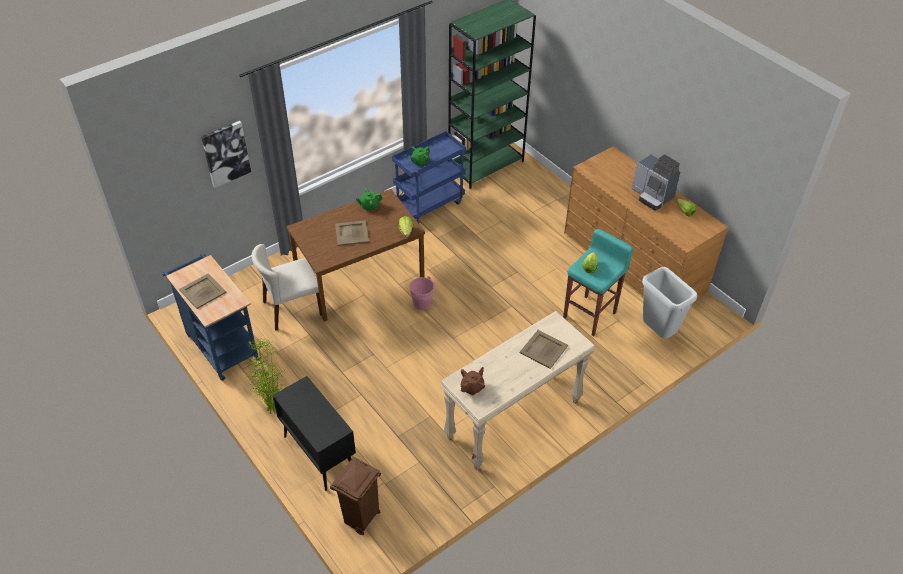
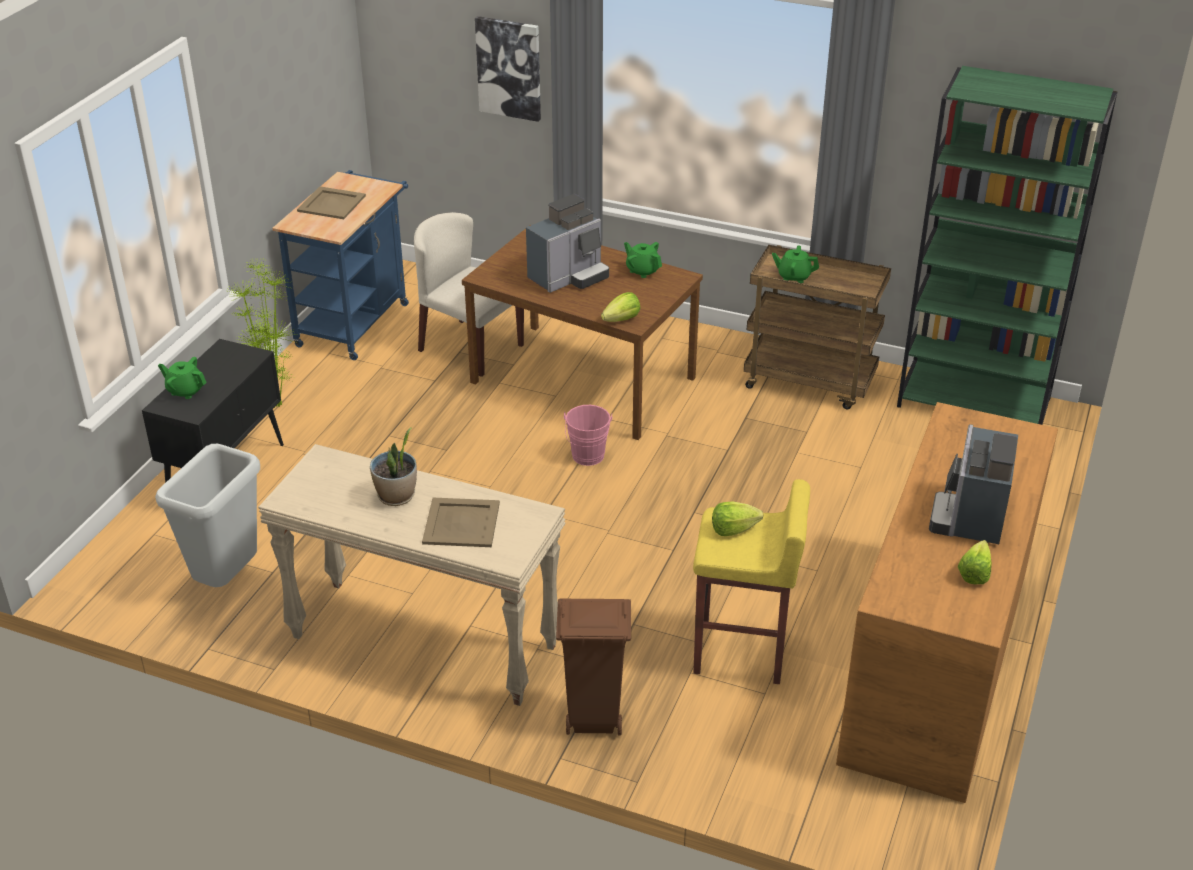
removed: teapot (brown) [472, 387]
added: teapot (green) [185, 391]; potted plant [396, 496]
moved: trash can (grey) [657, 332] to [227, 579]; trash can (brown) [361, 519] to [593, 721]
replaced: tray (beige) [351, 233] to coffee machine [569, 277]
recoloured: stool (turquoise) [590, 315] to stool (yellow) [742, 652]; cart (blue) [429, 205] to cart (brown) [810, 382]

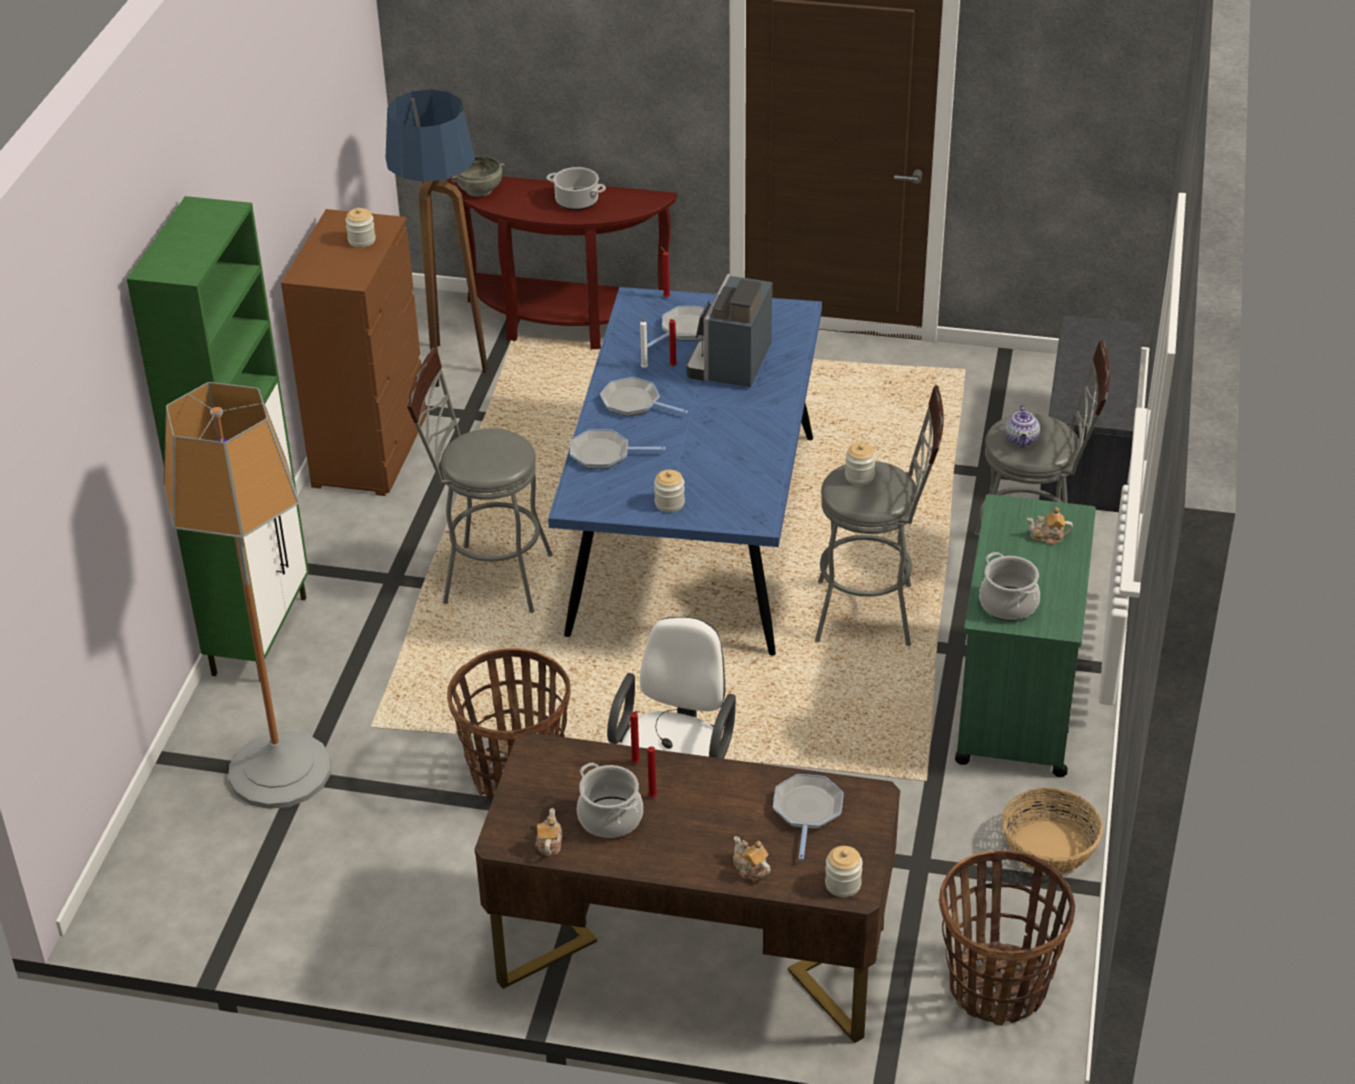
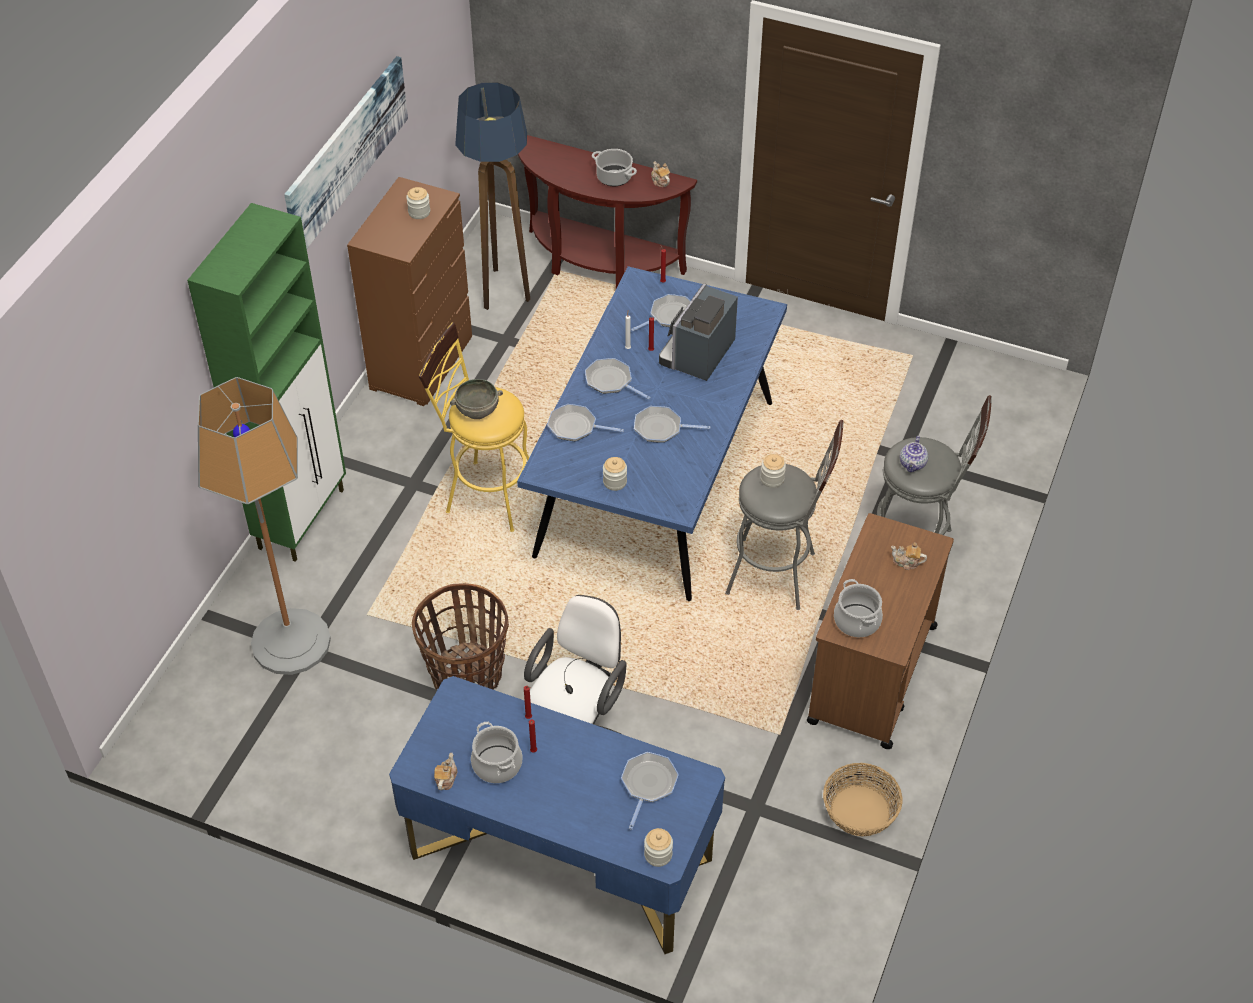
removed: basket [998, 986]; bench (grey) [1088, 454]
added: picture [347, 153]; frying pan [661, 428]
moved: bowl (grey) [479, 190] to [477, 411]; teapot [750, 868] to [660, 181]
recoloured: desk (brown) [691, 955] to desk (blue) [561, 856]; stool (grey) [487, 578] to stool (yellow) [485, 494]; cart (green) [1018, 701] to cart (brown) [871, 675]

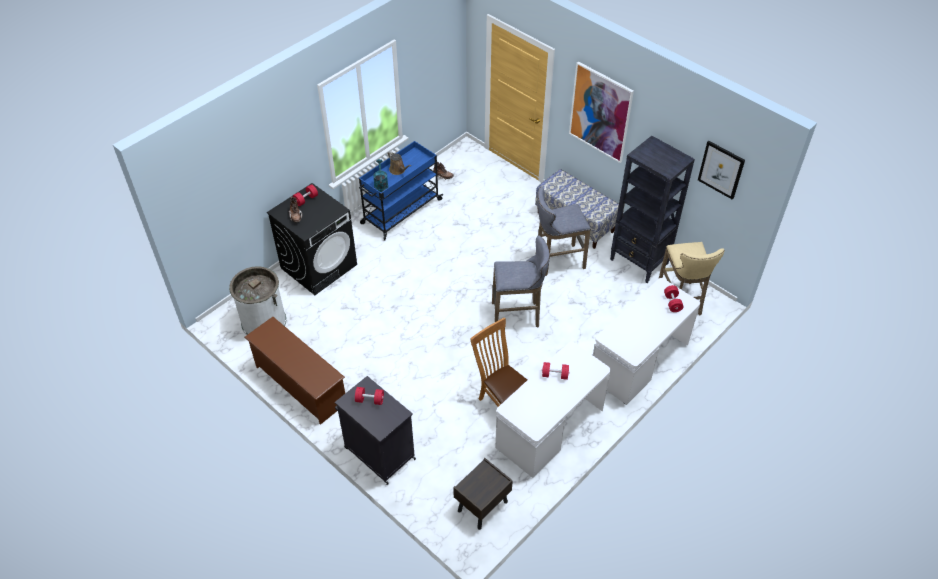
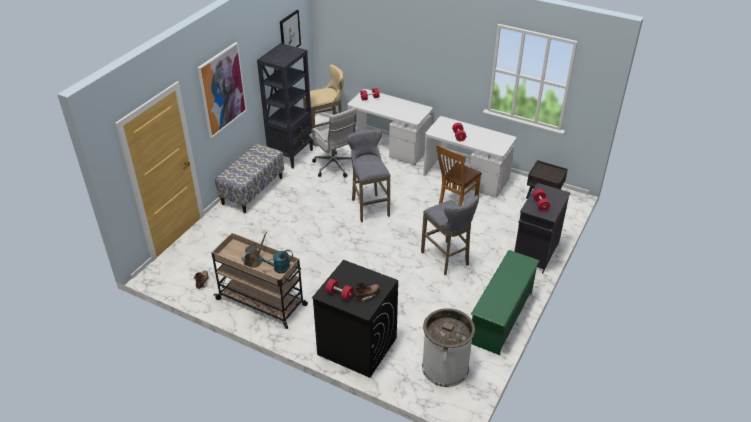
added: office chair (white) [335, 167]
moved: stool (grey) [557, 261] to [447, 259]
recoloured: cart (blue) [400, 212] to cart (beige) [262, 302]; shoe rack (brown) [300, 385] to shoe rack (green) [501, 317]

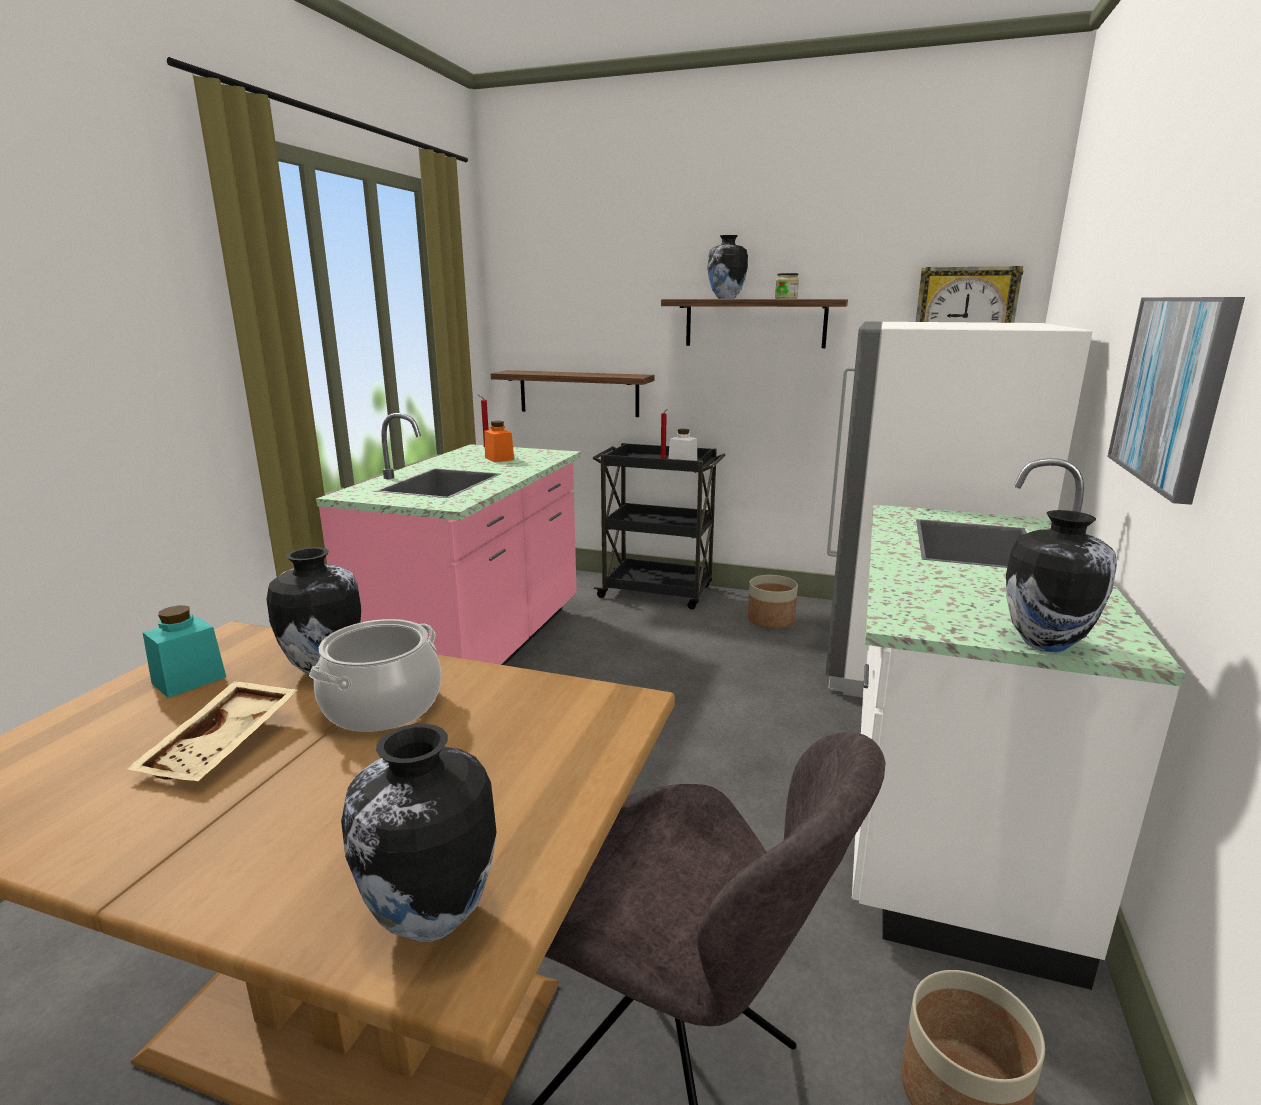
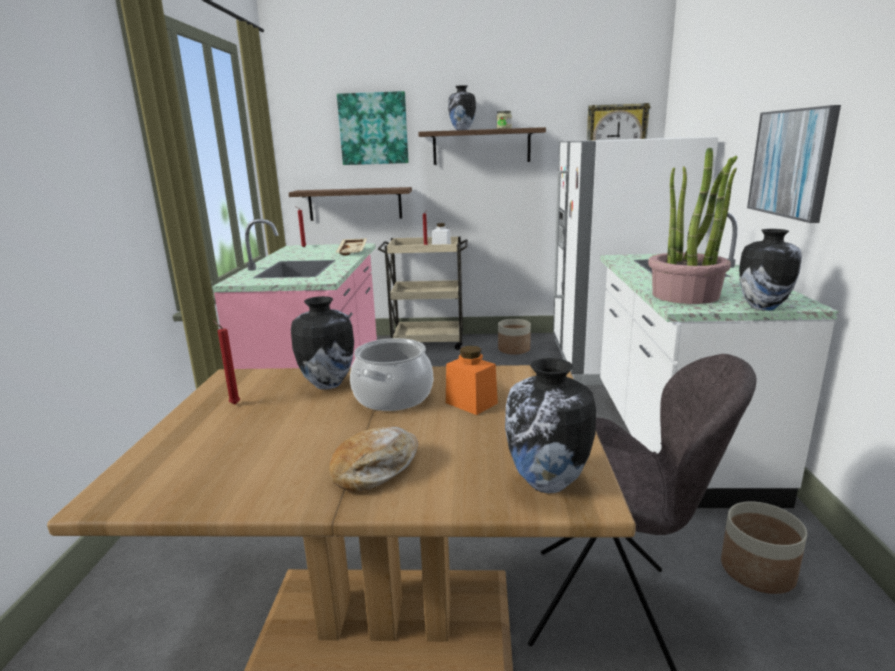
added: bread [375, 469]; picture [373, 129]; potted plant [685, 295]
moved: tray (beige) [224, 745] to [353, 251]; jar (orange) [499, 458] to [471, 403]
replaced: jar (turquoise) [189, 680] to candle (red) [233, 404]
recoloured: cart (black) [658, 592] to cart (beige) [428, 342]

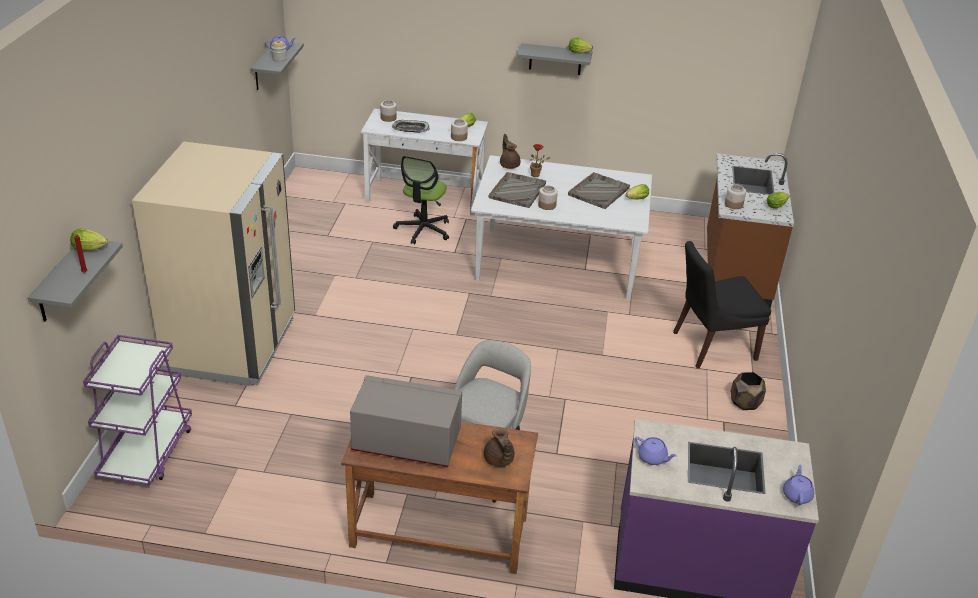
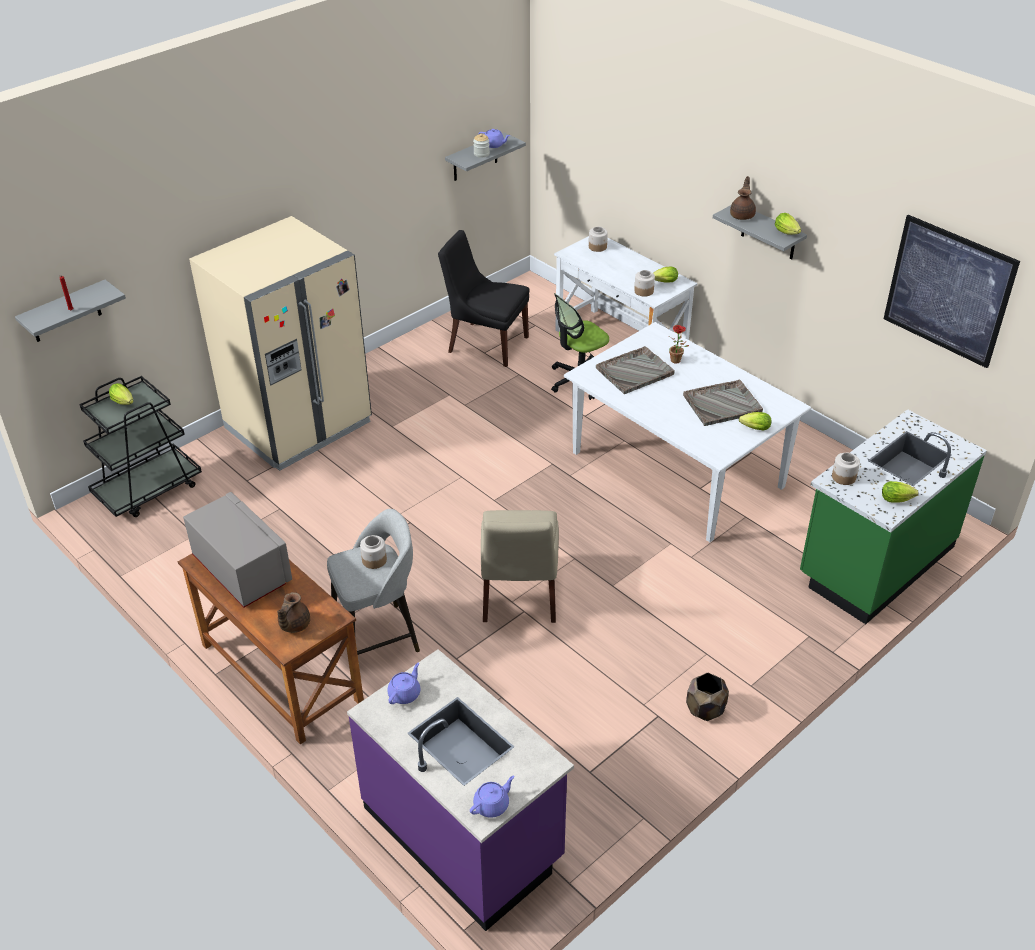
removed: tray [410, 129]
added: chair (beige) [519, 596]; picture [948, 291]
moved: lettuce [91, 249] to [124, 403]; jar [547, 205] to [374, 560]; chair (black) [711, 346] to [485, 344]; teapot (brown) [509, 165] to [742, 215]
recoloured: cart (purple) [147, 452] to cart (black) [148, 489]; counter (brown) [734, 271] to counter (green) [875, 562]
turned: teapot (purple) [652, 458] = [405, 693] 135 degrees counterclockwise

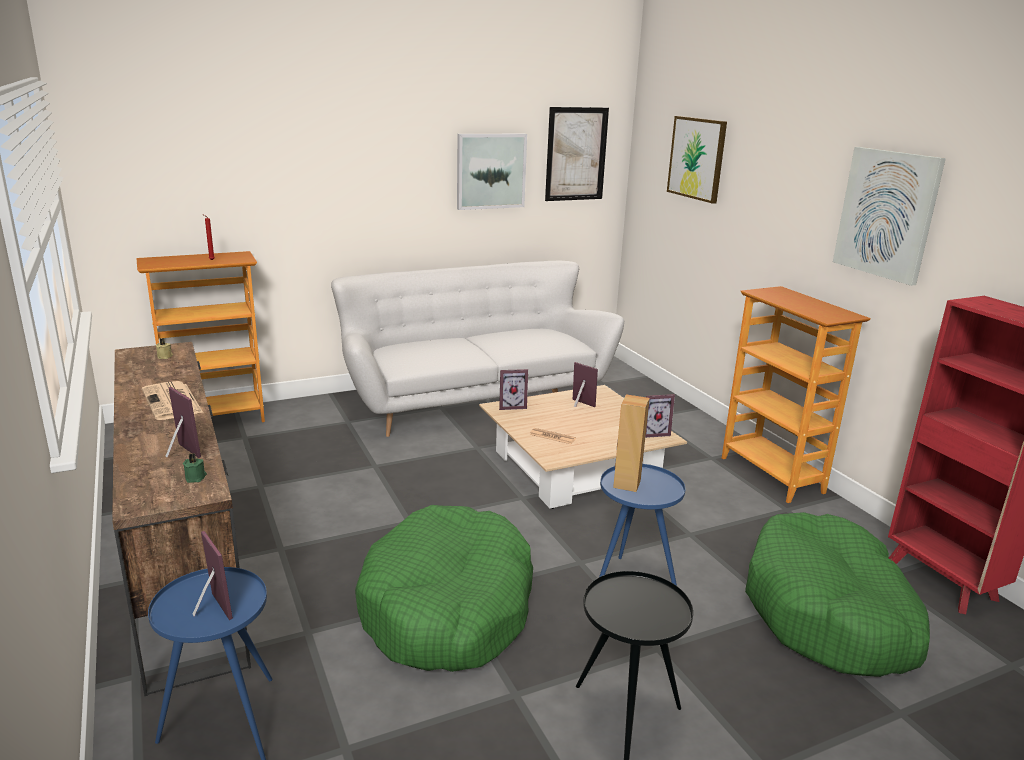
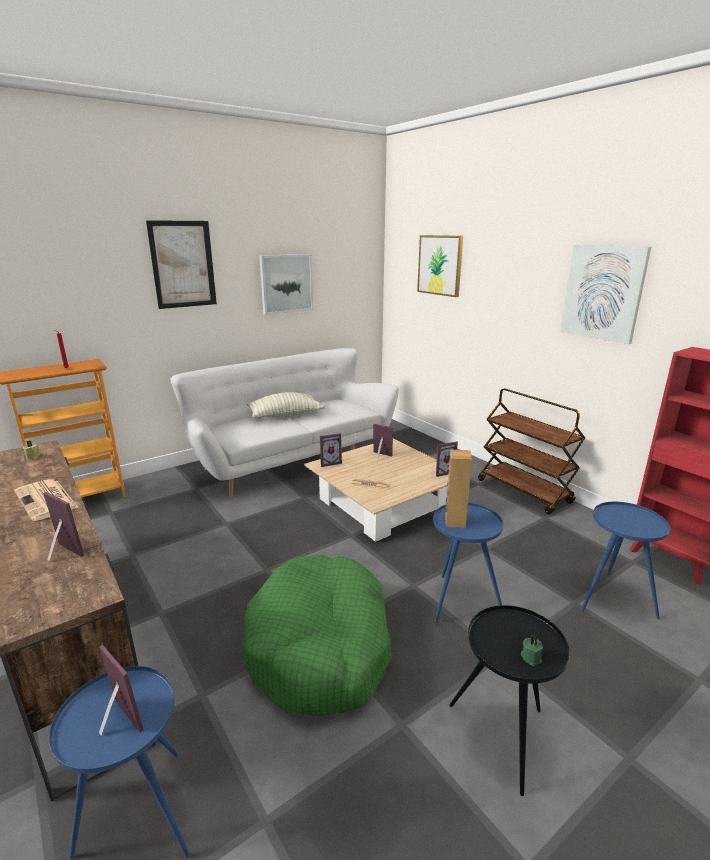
added: pillow [285, 415]
moved: picture [576, 154] to [183, 264]; candle (green) [196, 477] to [531, 657]
replaced: bookcase [772, 475] to cart (brown) [524, 491]; dog bed (green) [829, 613] to side table (blue) [611, 599]

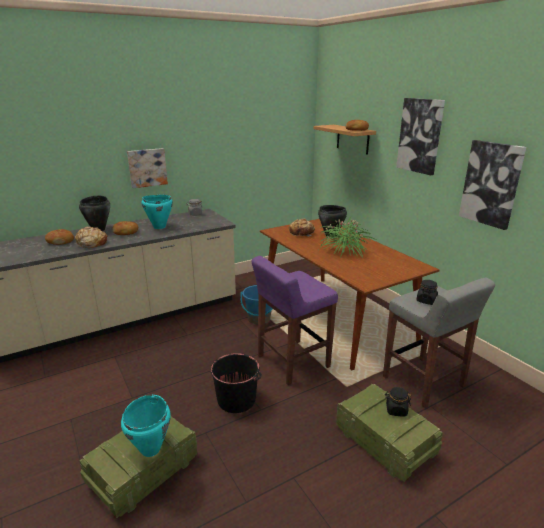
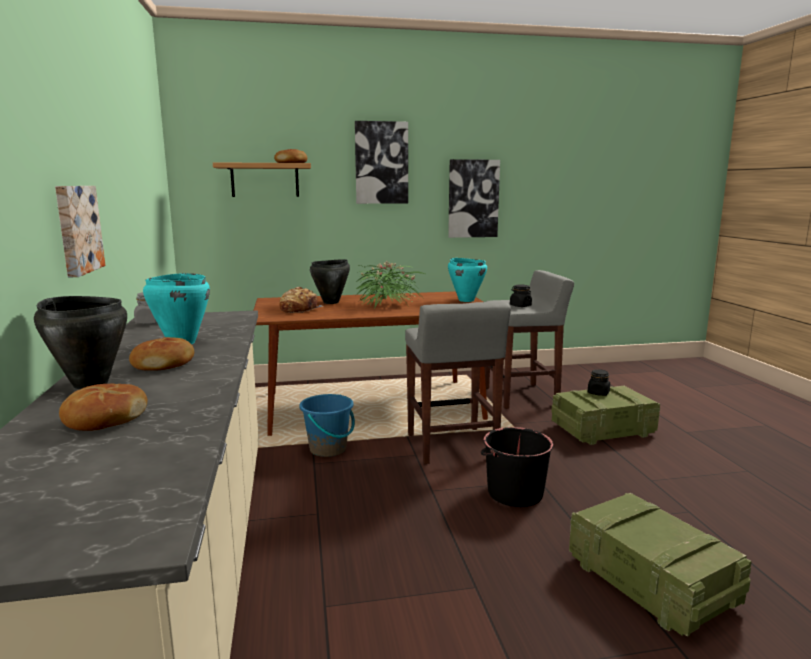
removed: bread [91, 243]
moved: cooking pot (turquoise) [151, 449] to [466, 300]
recoloured: stool (purple) [292, 362] to stool (grey) [451, 446]

